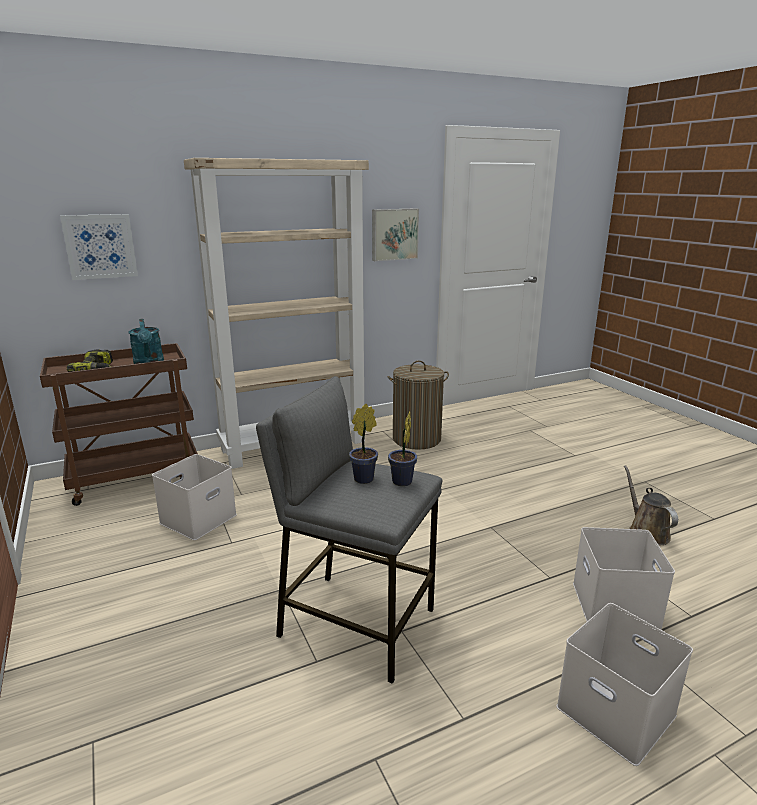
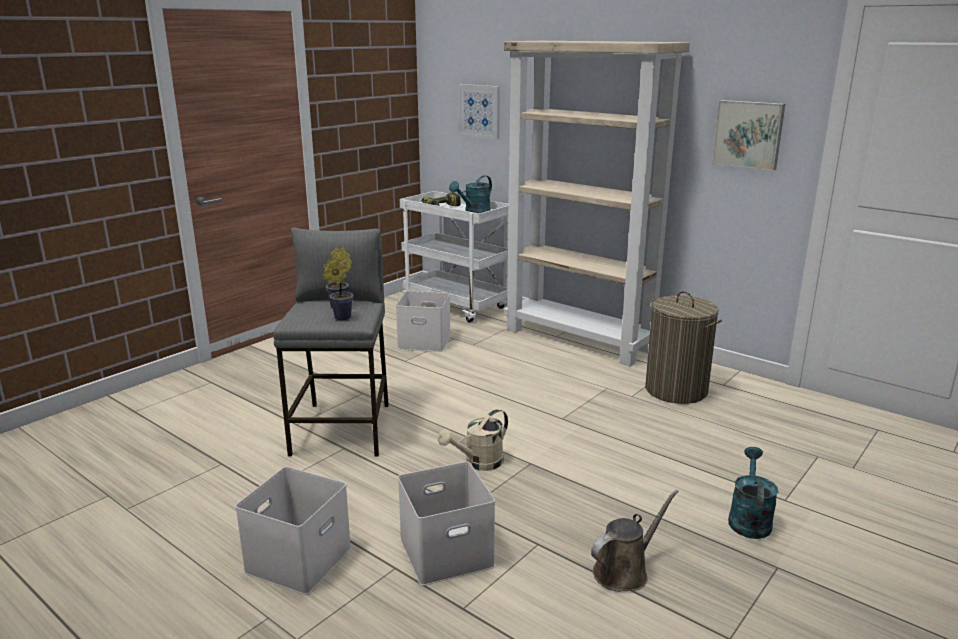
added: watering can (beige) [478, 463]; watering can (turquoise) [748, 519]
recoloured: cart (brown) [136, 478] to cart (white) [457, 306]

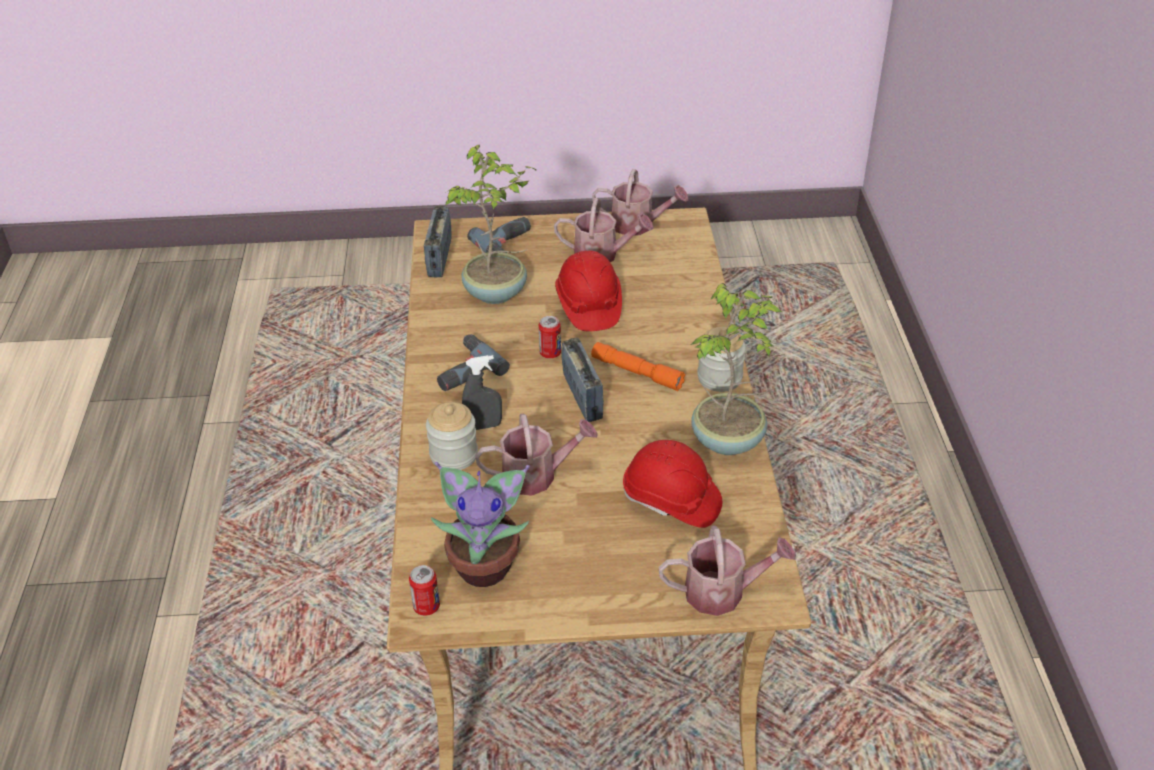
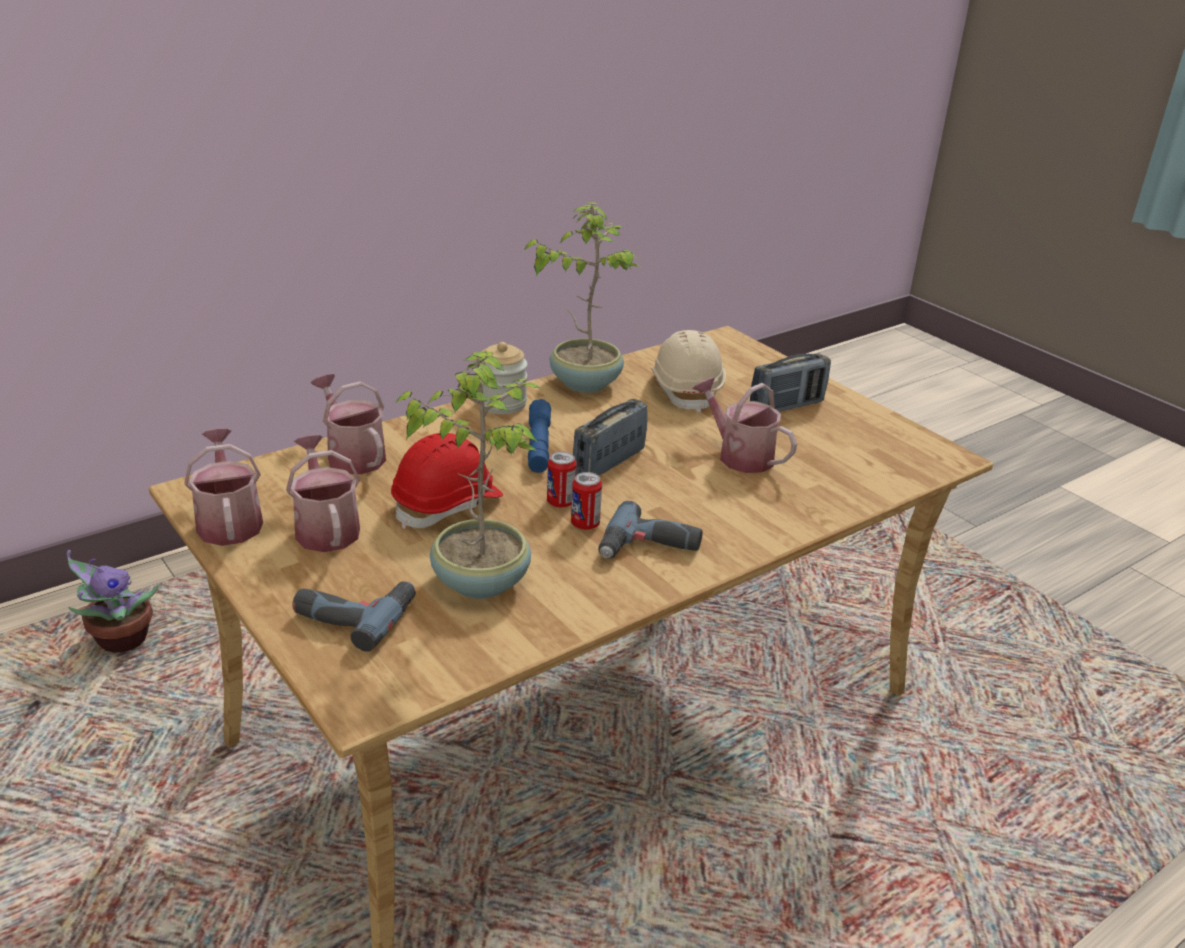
removed: jar [454, 455]; spray bottle (grey) [483, 426]
moved: potted plant [485, 565] to [119, 641]; watering can [723, 592] to [352, 455]; can [426, 607] to [585, 524]; radio [439, 258] to [786, 406]
recoloured: flashlight (orange) [637, 372] to flashlight (blue) [538, 445]; hard hat (red) [671, 501] to hard hat (beige) [686, 390]

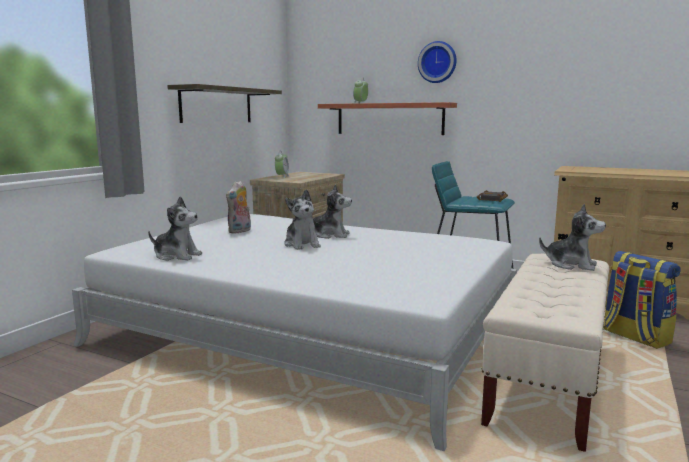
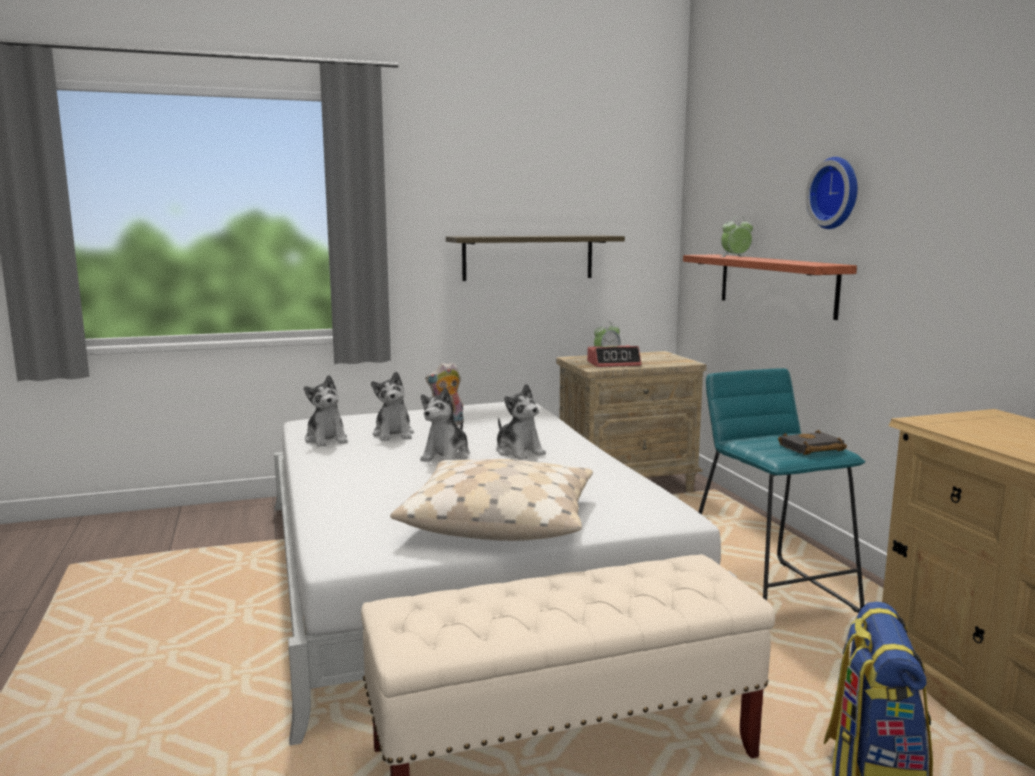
added: pillow (beige) [500, 519]; alarm clock [614, 364]
moved: plush toy [571, 265] to [393, 434]

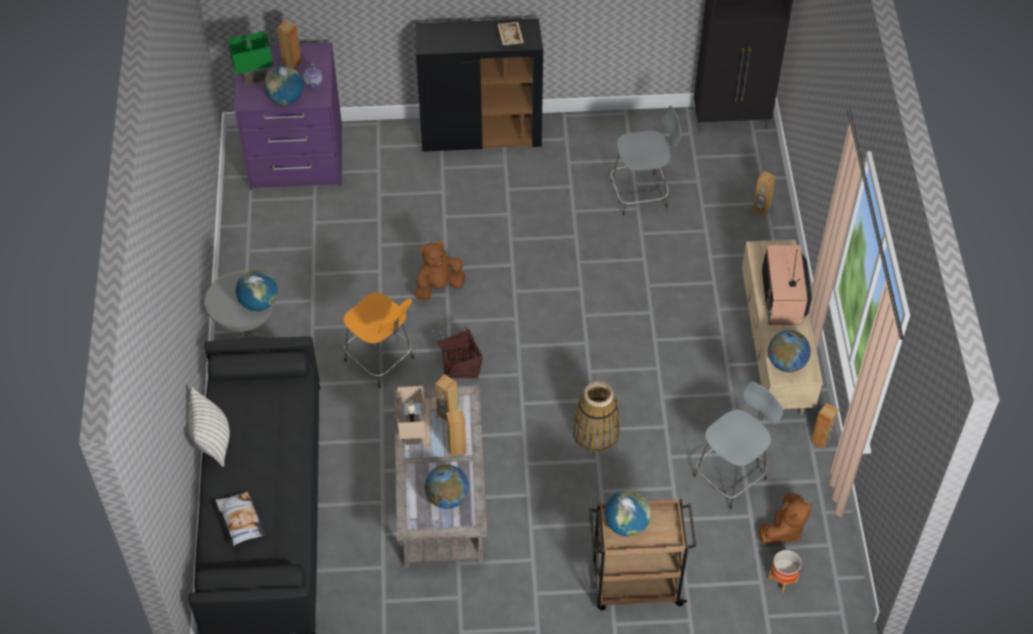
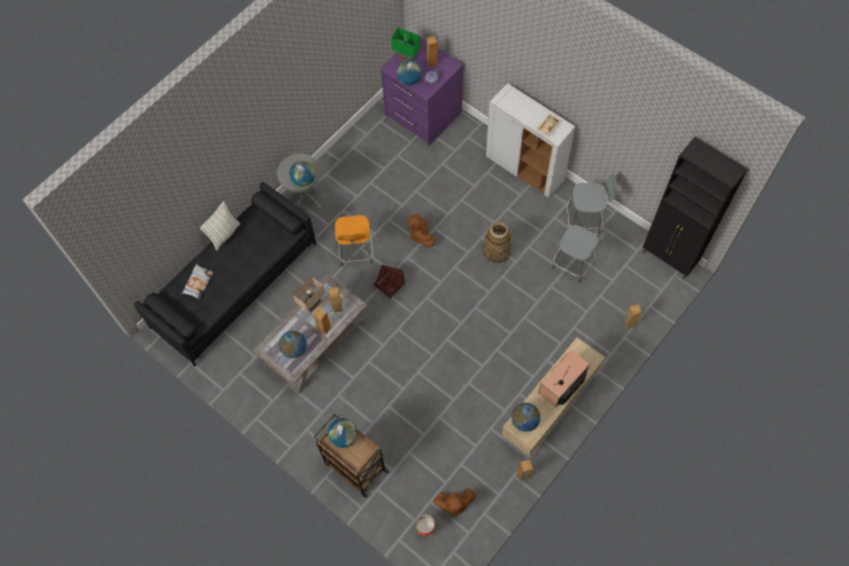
moved: basket [596, 433] to [497, 251]; stool (grey) [731, 476] to [584, 220]
recoloured: cabinet (black) [481, 135] to cabinet (white) [525, 168]
turned: plush toy (brown) [438, 286] = [421, 235] 120 degrees counterclockwise

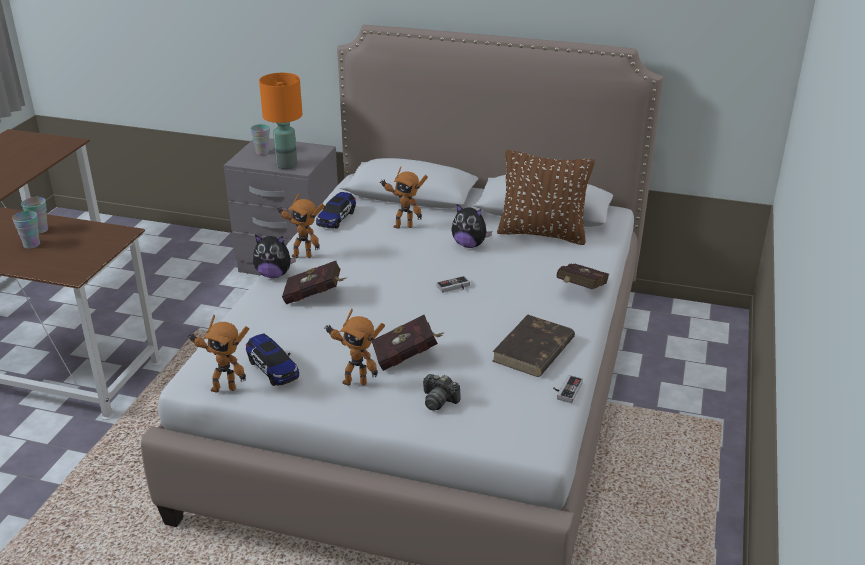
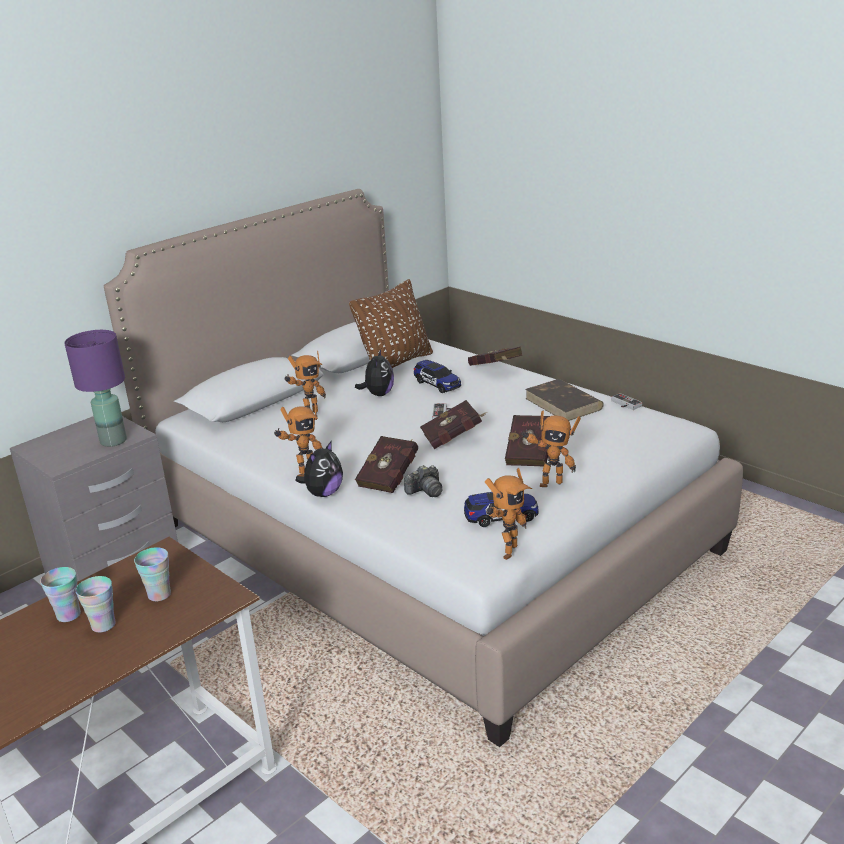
added: book (red) [454, 438]
moved: cup [262, 152] to [159, 594]; photo camera [439, 400] to [425, 491]; toy car [336, 218] to [437, 384]
recoloured: table lamp (orange) [286, 165] to table lamp (purple) [114, 441]
turned: plush toy [469, 245] = [378, 394] 45 degrees counterclockwise; toy robot [355, 381] = [549, 483] 45 degrees clockwise

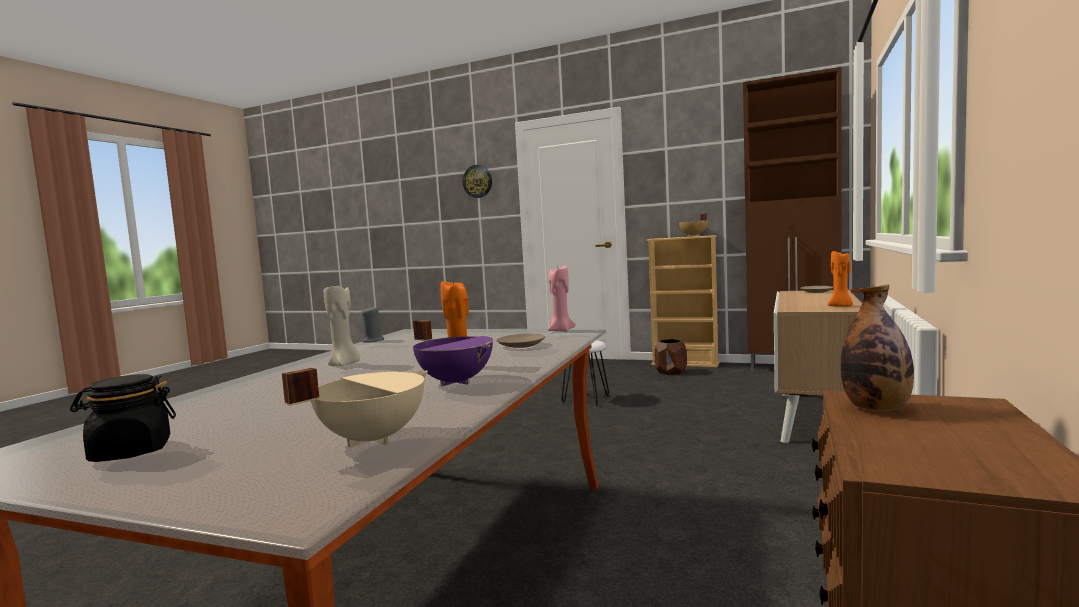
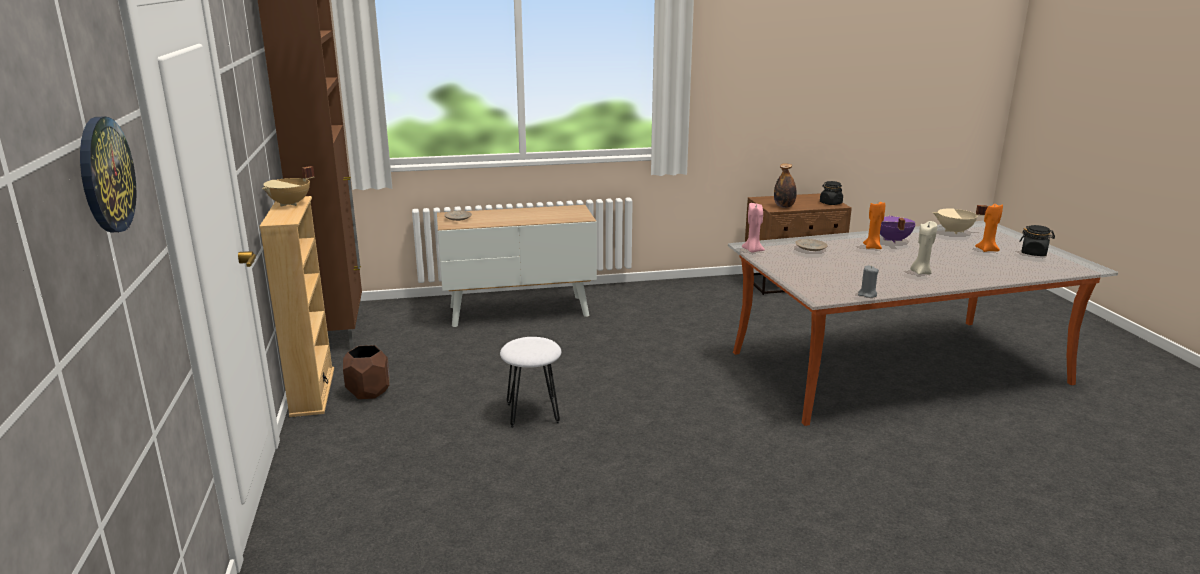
added: jar (black) [830, 203]
moved: candle (orange) [841, 306] to [987, 250]

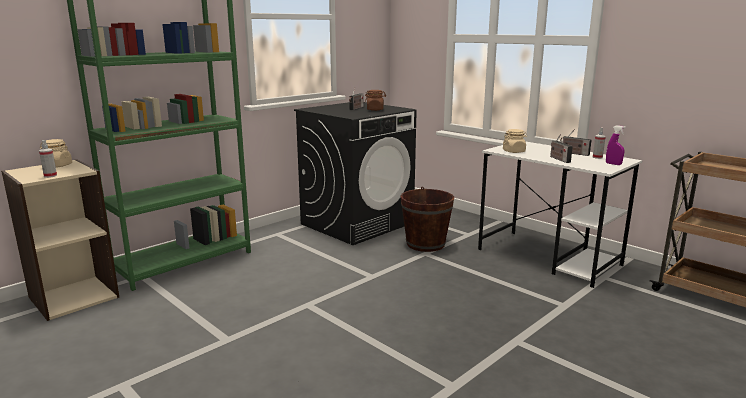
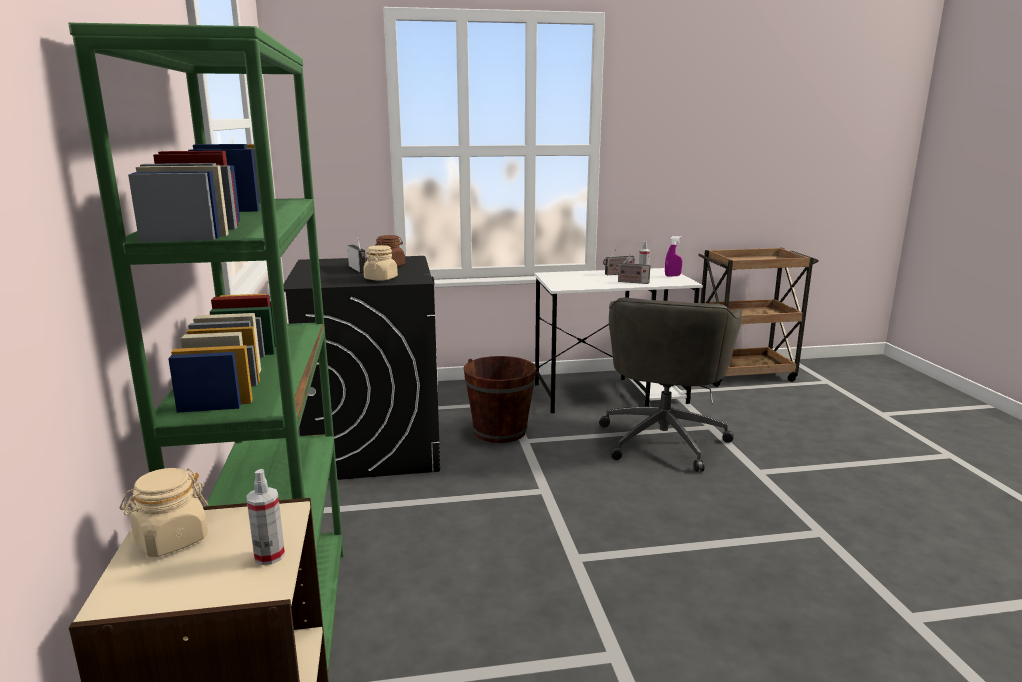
added: office chair (grey) [663, 439]
moved: jar (beige) [514, 151] to [381, 278]

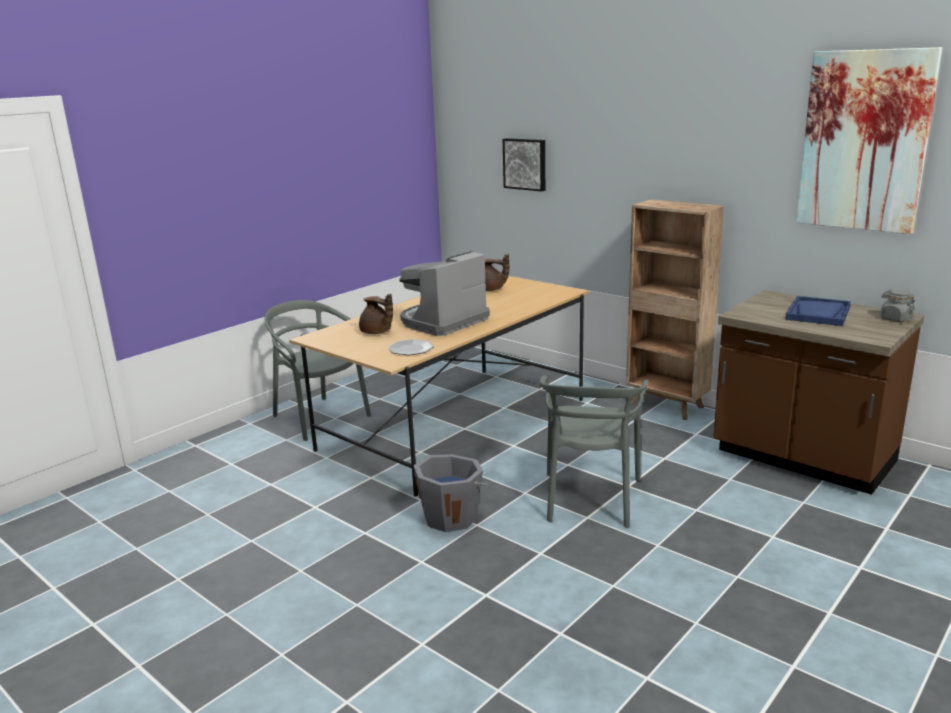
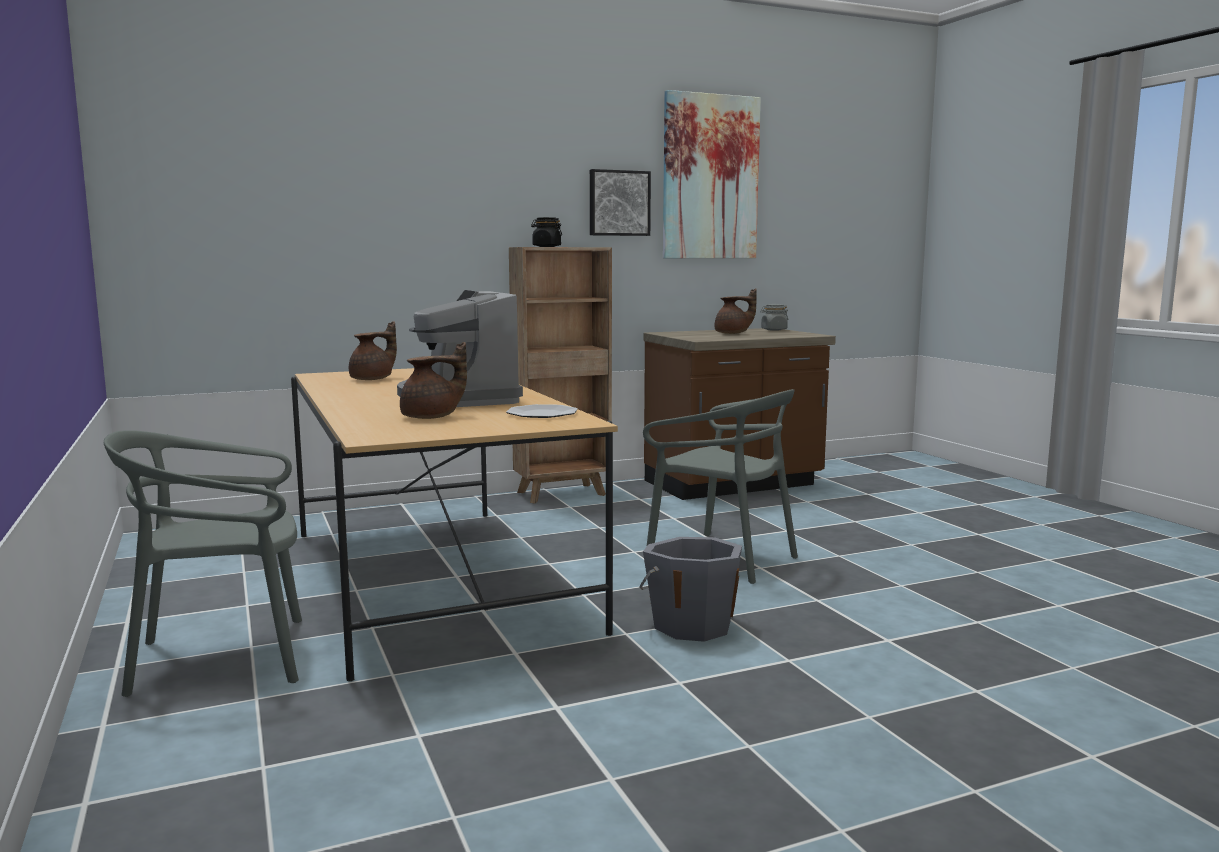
added: jar (black) [546, 246]
moved: picture [525, 164] to [618, 203]
replaced: tray (blue) [818, 313] to teapot (brown) [733, 333]

